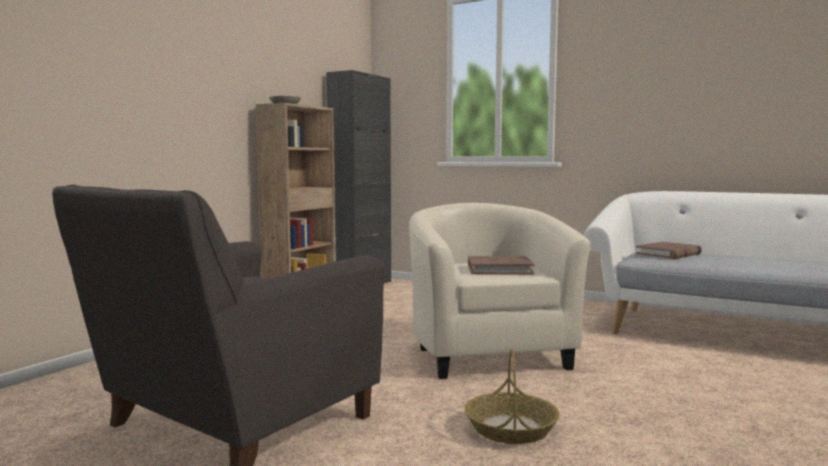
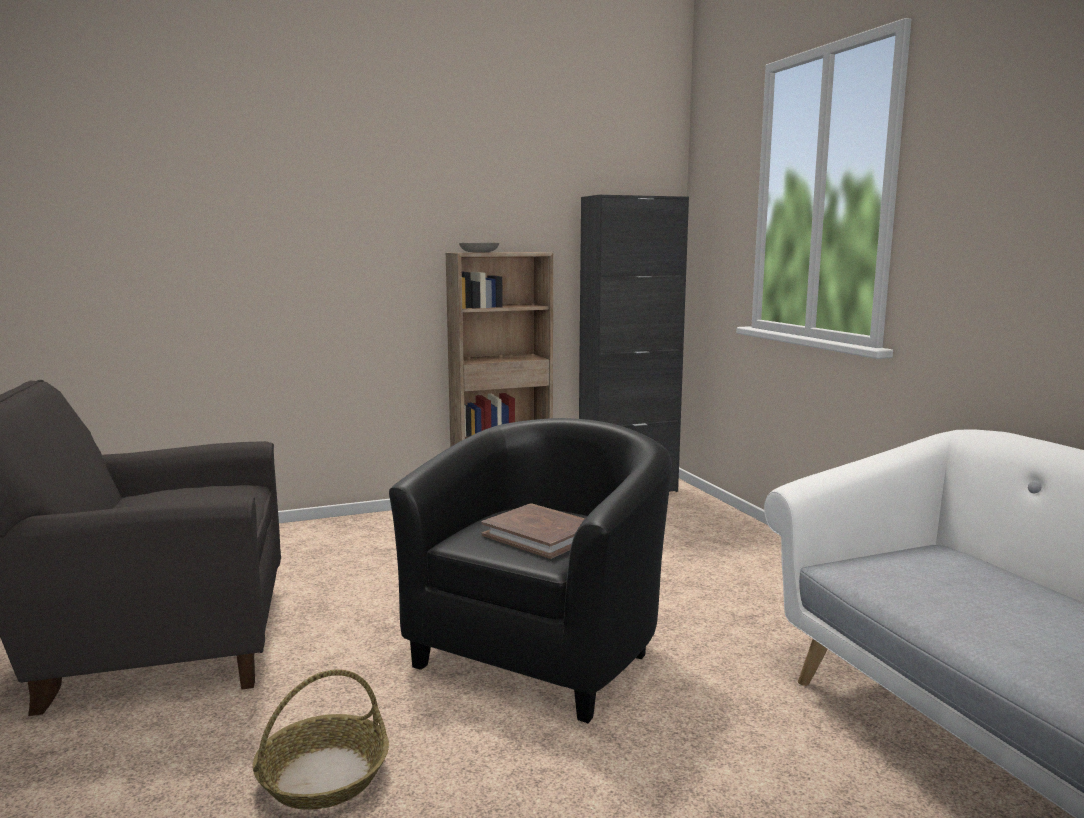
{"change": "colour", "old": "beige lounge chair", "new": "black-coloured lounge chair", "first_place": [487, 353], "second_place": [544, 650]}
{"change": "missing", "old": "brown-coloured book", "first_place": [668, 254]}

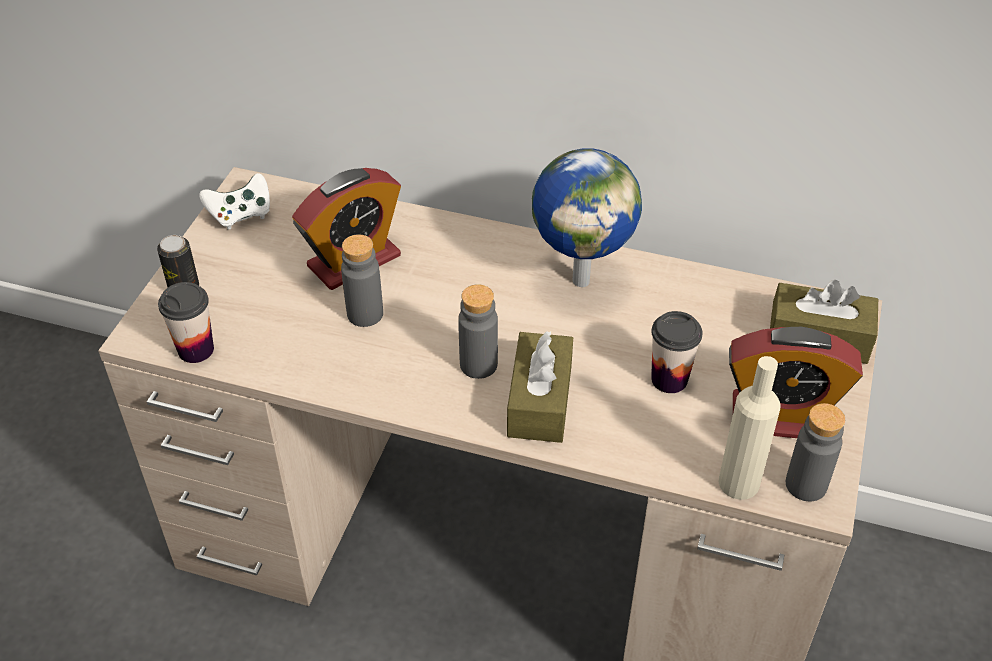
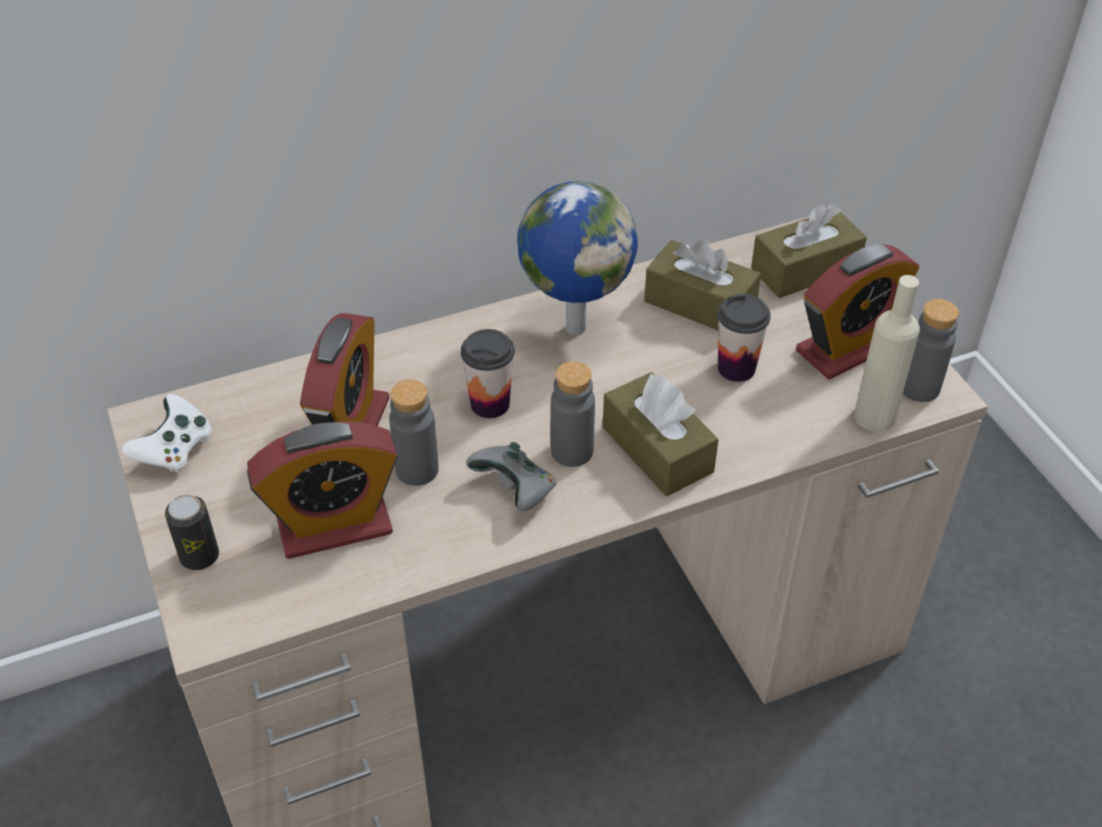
{"change": "relocated", "old": "cup", "first_place": [196, 350], "second_place": [490, 404]}
{"change": "appeared", "new": "alarm clock", "second_place": [334, 525]}
{"change": "appeared", "new": "gray gamepad", "second_place": [515, 490]}
{"change": "appeared", "new": "brown-coloured box of tissues", "second_place": [700, 304]}

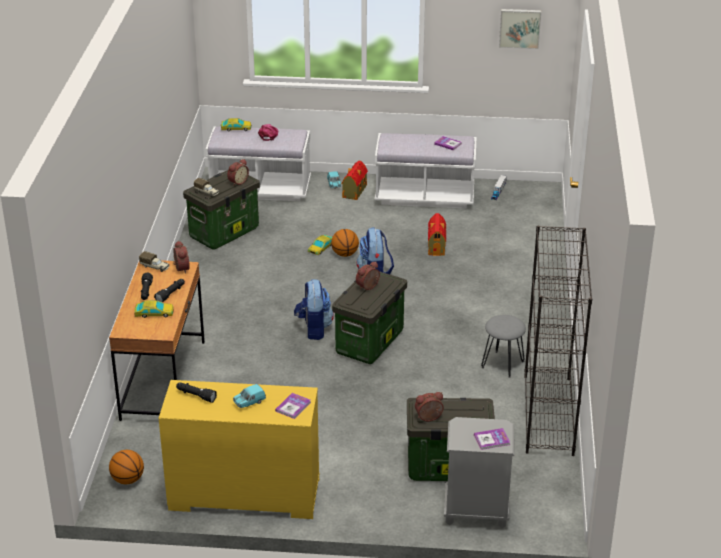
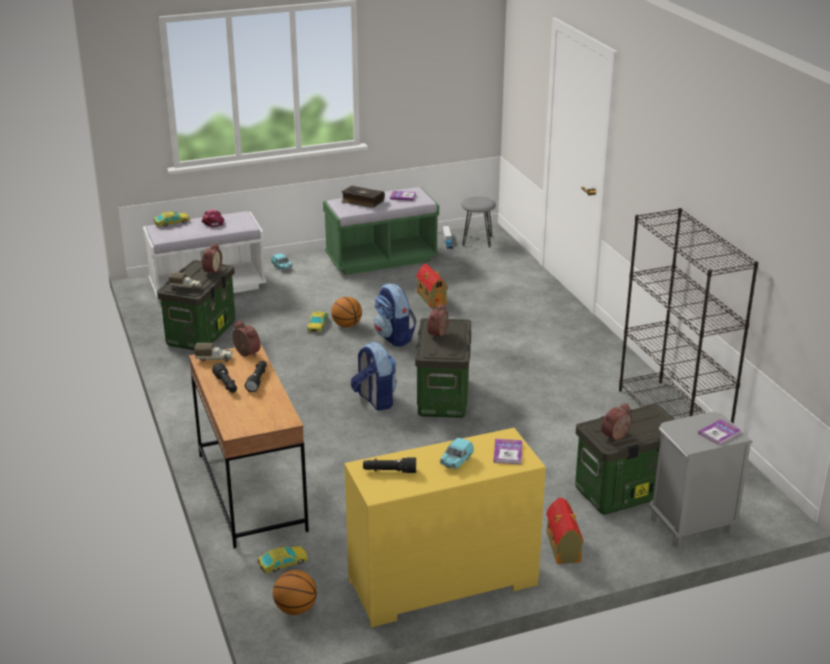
{"change": "relocated", "old": "miniature car", "first_place": [154, 313], "second_place": [283, 563]}
{"change": "relocated", "old": "toy house", "first_place": [354, 192], "second_place": [563, 548]}
{"change": "colour", "old": "white long seat", "new": "green long seat", "first_place": [424, 196], "second_place": [381, 259]}
{"change": "relocated", "old": "gray sitting stool", "first_place": [503, 364], "second_place": [477, 241]}
{"change": "missing", "old": "wall art", "first_place": [519, 28]}
{"change": "appeared", "new": "book", "second_place": [362, 201]}

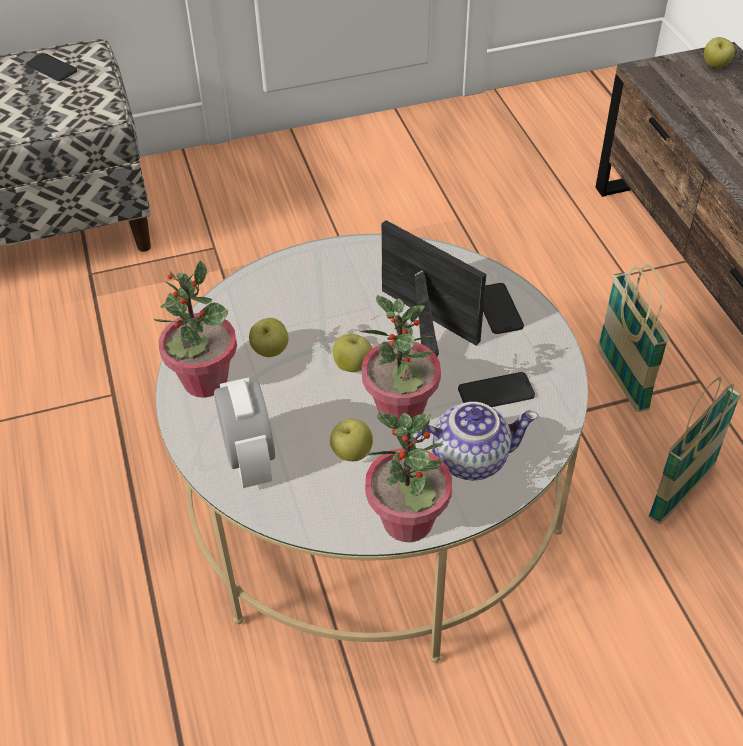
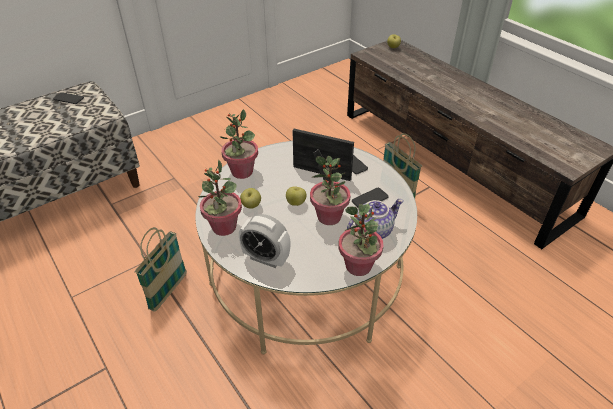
{"change": "spun", "old": "alarm clock", "first_place": [250, 460], "second_place": [266, 258], "degrees": 150}
{"change": "missing", "old": "whole apple", "first_place": [351, 453]}
{"change": "relocated", "old": "storage basket", "first_place": [681, 493], "second_place": [168, 291]}
{"change": "appeared", "new": "potted plant", "second_place": [242, 172]}

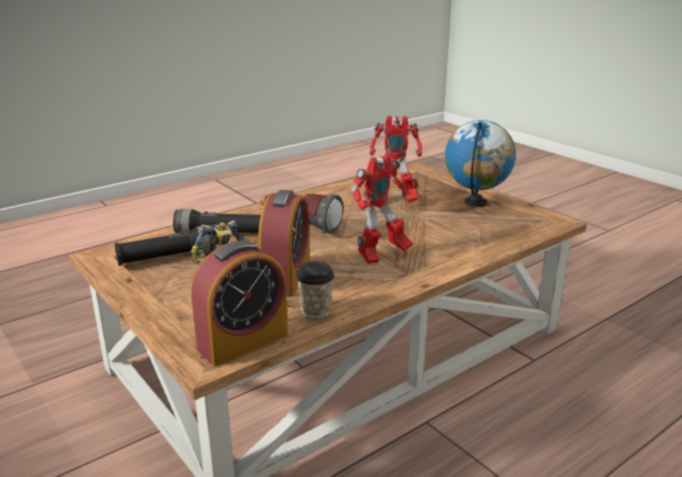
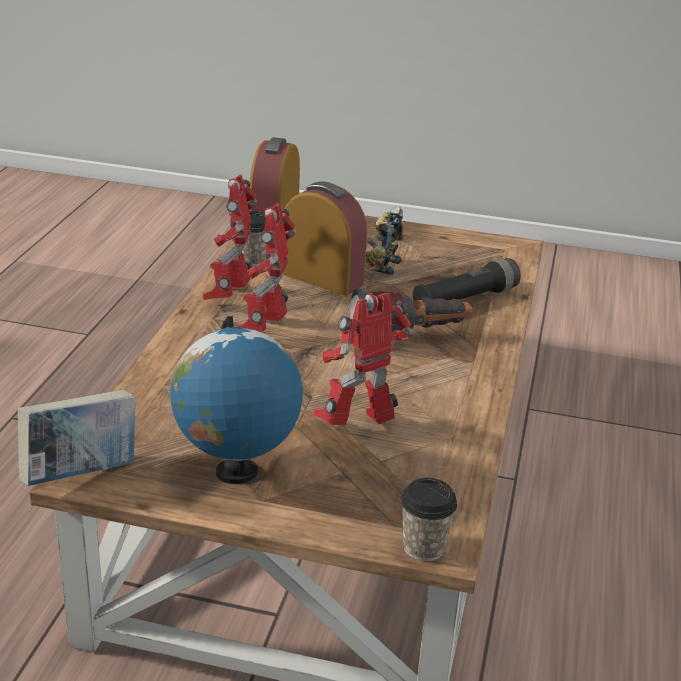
{"change": "missing", "old": "black-coloured torch", "first_place": [168, 258]}
{"change": "spun", "old": "alarm clock", "first_place": [286, 277], "second_place": [322, 278], "degrees": 150}
{"change": "appeared", "new": "book", "second_place": [81, 475]}
{"change": "appeared", "new": "robot figure", "second_place": [230, 296]}
{"change": "appeared", "new": "cup", "second_place": [423, 547]}

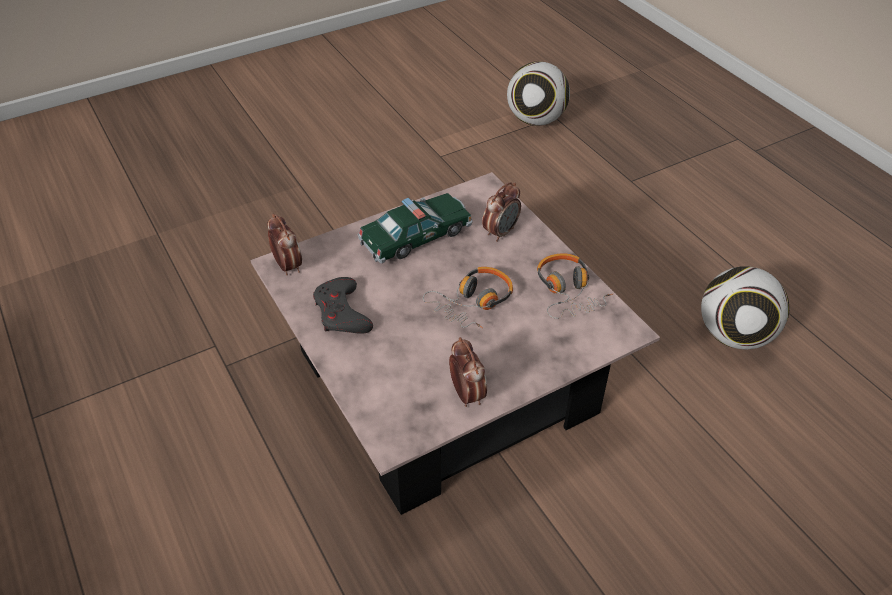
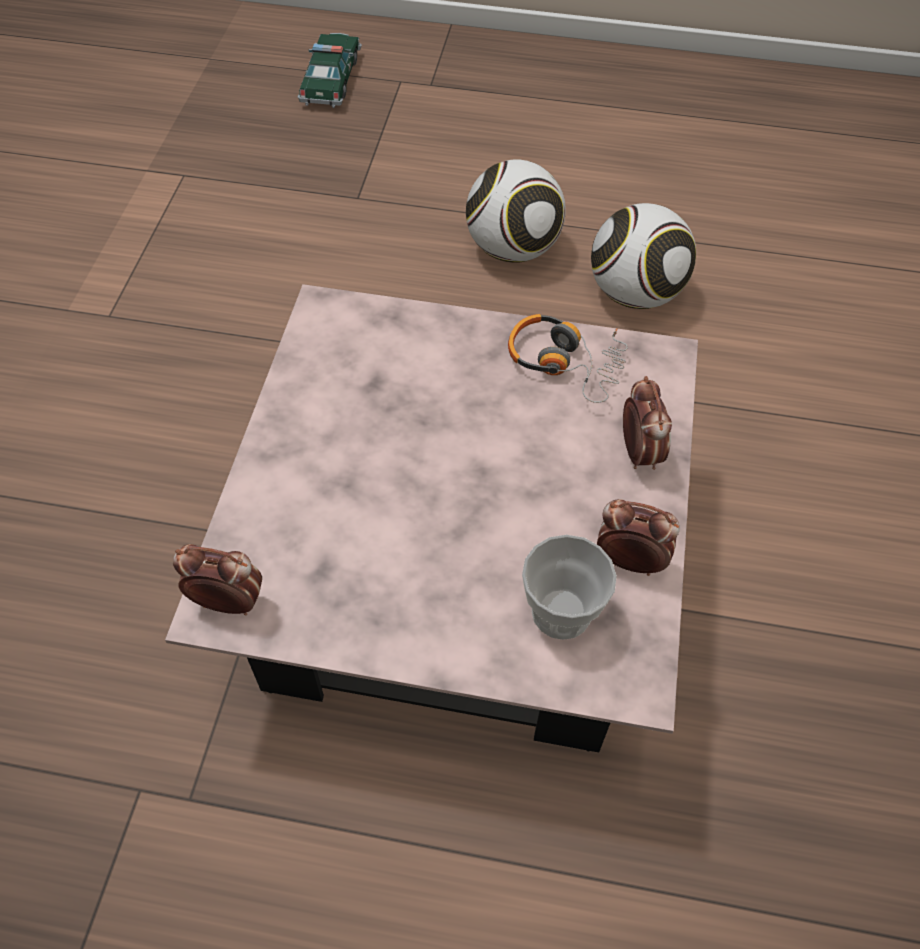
{"change": "missing", "old": "gray gamepad", "first_place": [342, 313]}
{"change": "relocated", "old": "miniature car", "first_place": [416, 237], "second_place": [331, 80]}
{"change": "missing", "old": "headphones", "first_place": [473, 303]}
{"change": "relocated", "old": "alarm clock", "first_place": [500, 232], "second_place": [639, 452]}
{"change": "relocated", "old": "football", "first_place": [536, 120], "second_place": [513, 249]}
{"change": "appeared", "new": "cup", "second_place": [561, 612]}

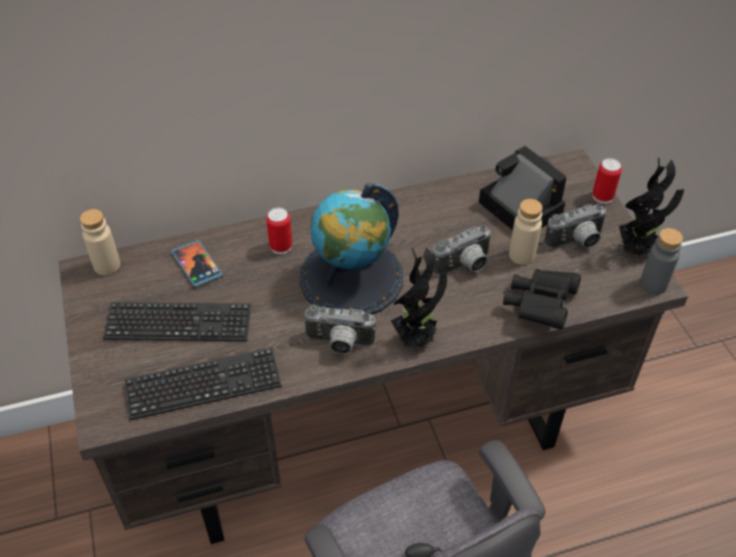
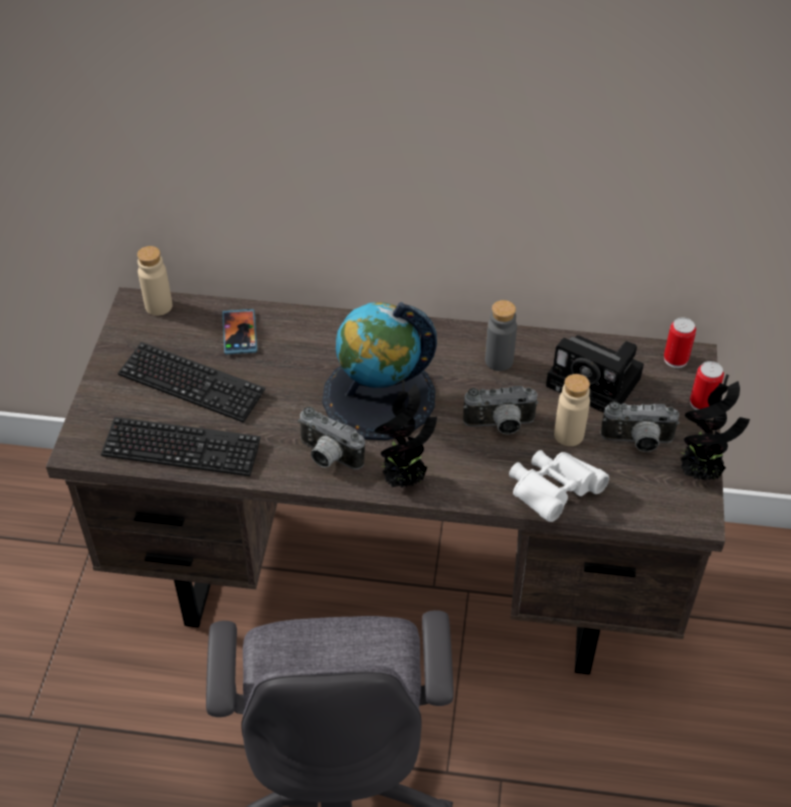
{"change": "relocated", "old": "sealed can", "first_place": [281, 246], "second_place": [675, 359]}
{"change": "spun", "old": "photo camera", "first_place": [517, 207], "second_place": [597, 383], "degrees": 135}
{"change": "colour", "old": "black-coloured binoculars", "new": "white binoculars", "first_place": [539, 306], "second_place": [552, 493]}
{"change": "relocated", "old": "gray bottle", "first_place": [653, 284], "second_place": [499, 361]}

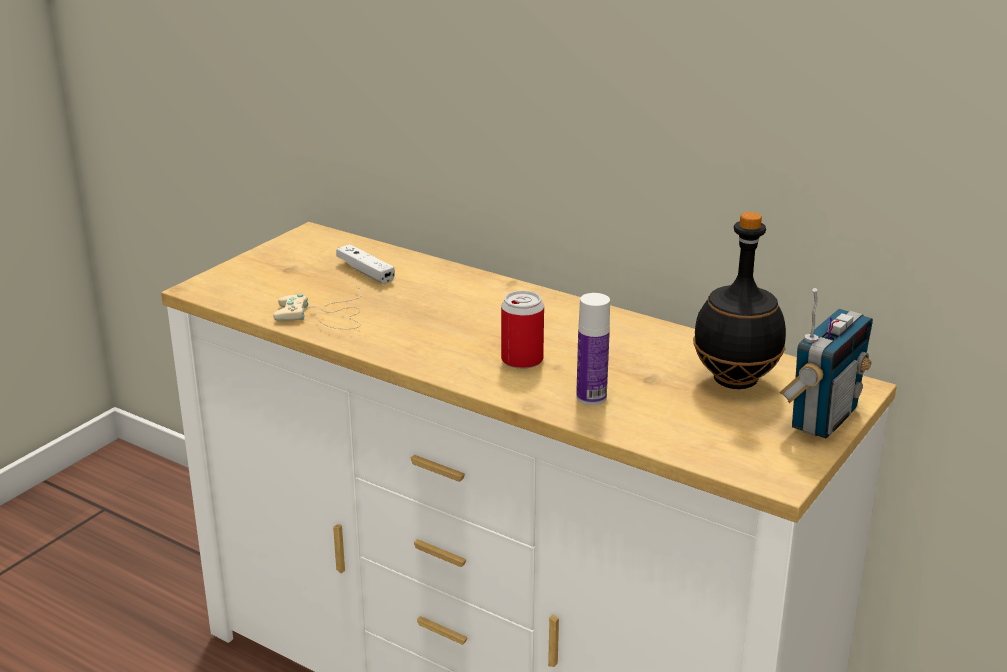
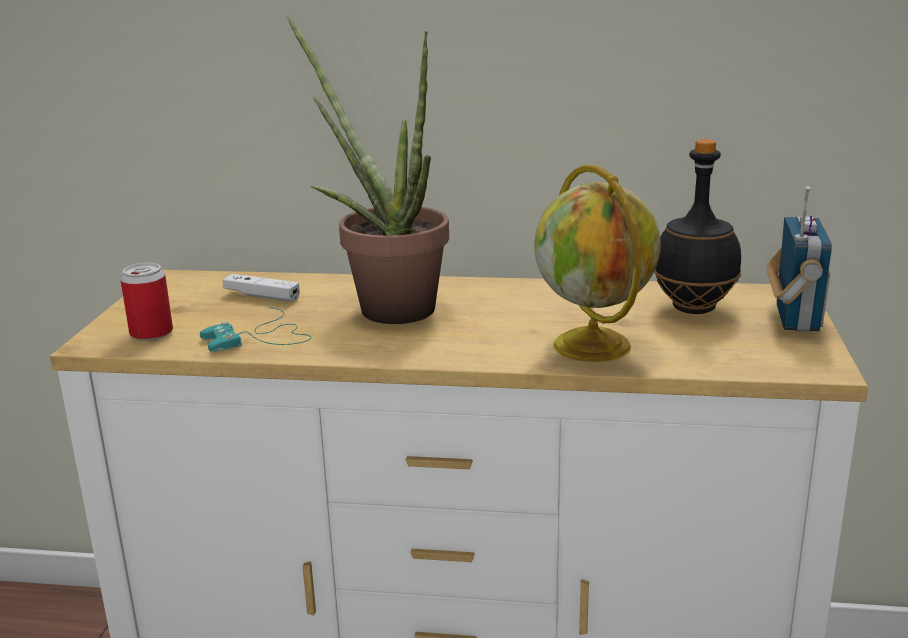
{"change": "colour", "old": "beige gamepad", "new": "turquoise-coloured gamepad", "first_place": [325, 316], "second_place": [261, 338]}
{"change": "relocated", "old": "sealed can", "first_place": [522, 360], "second_place": [151, 333]}
{"change": "exchanged", "old": "bottle", "new": "globe", "first_place": [591, 397], "second_place": [594, 346]}
{"change": "appeared", "new": "potted plant", "second_place": [385, 306]}

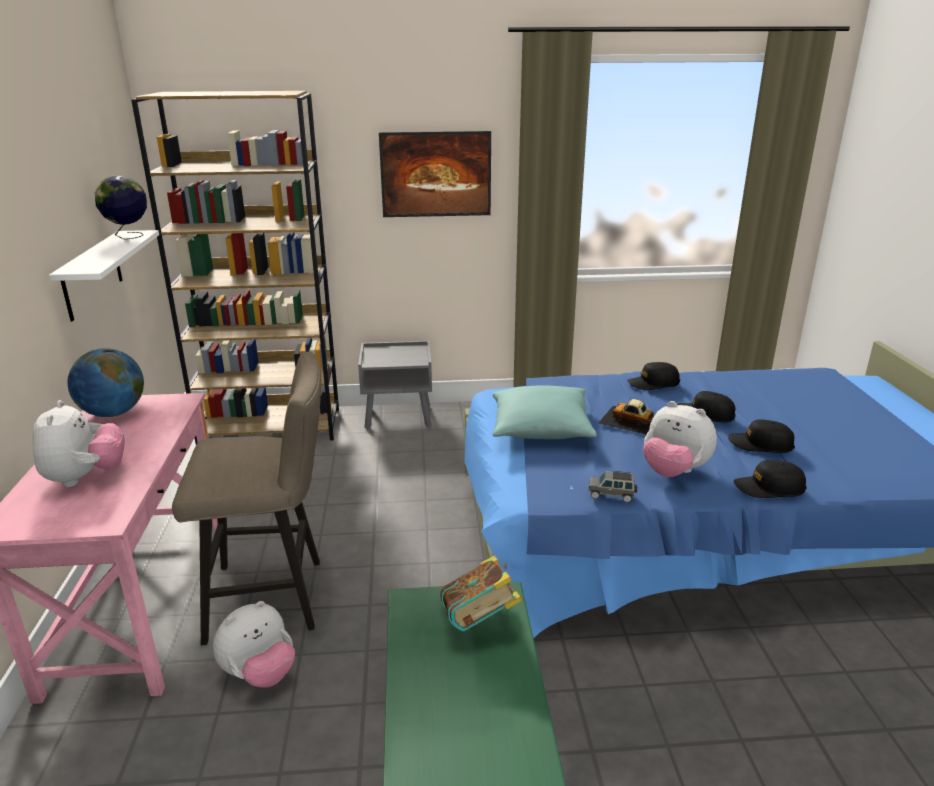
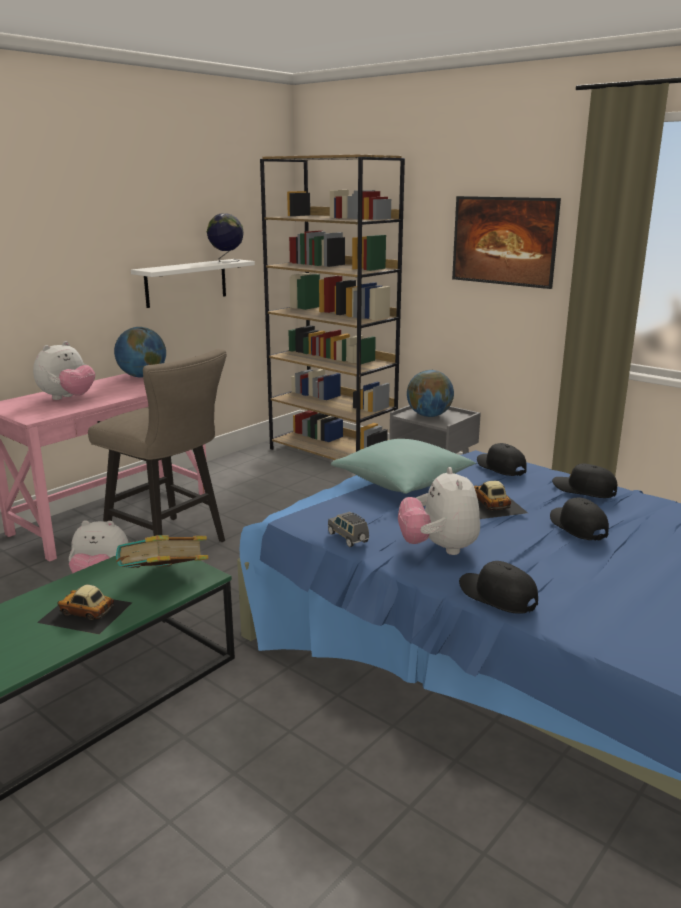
{"change": "relocated", "old": "black-coloured cap", "first_place": [760, 444], "second_place": [500, 467]}
{"change": "appeared", "new": "miniature car", "second_place": [85, 612]}
{"change": "appeared", "new": "globe", "second_place": [429, 415]}

